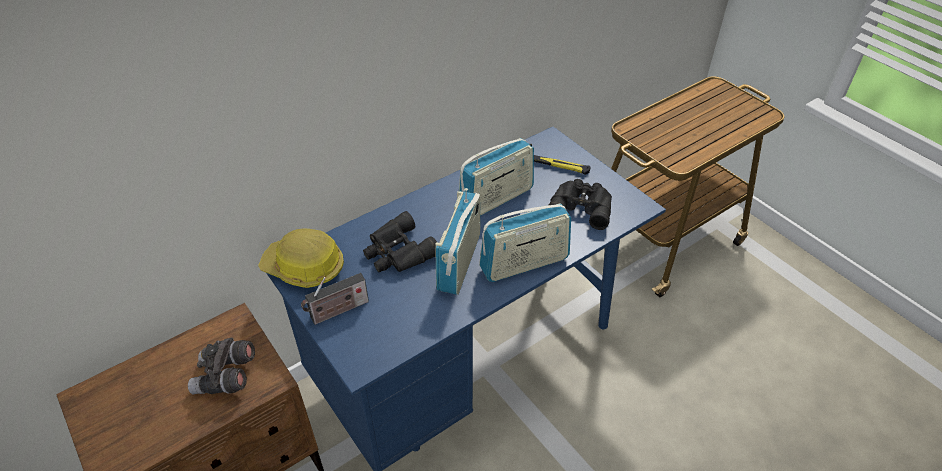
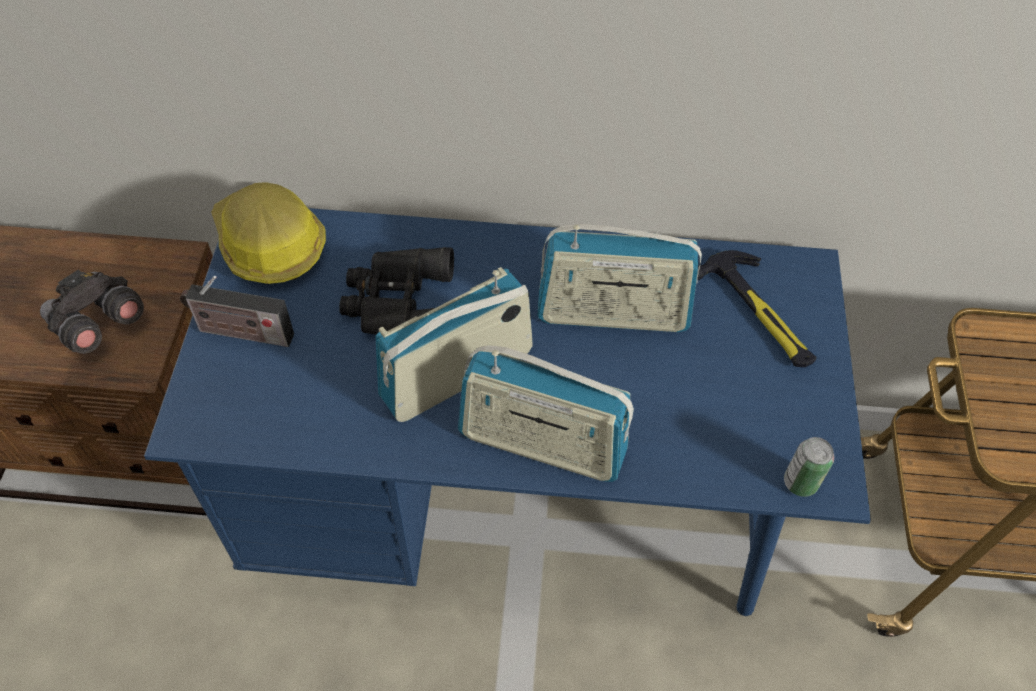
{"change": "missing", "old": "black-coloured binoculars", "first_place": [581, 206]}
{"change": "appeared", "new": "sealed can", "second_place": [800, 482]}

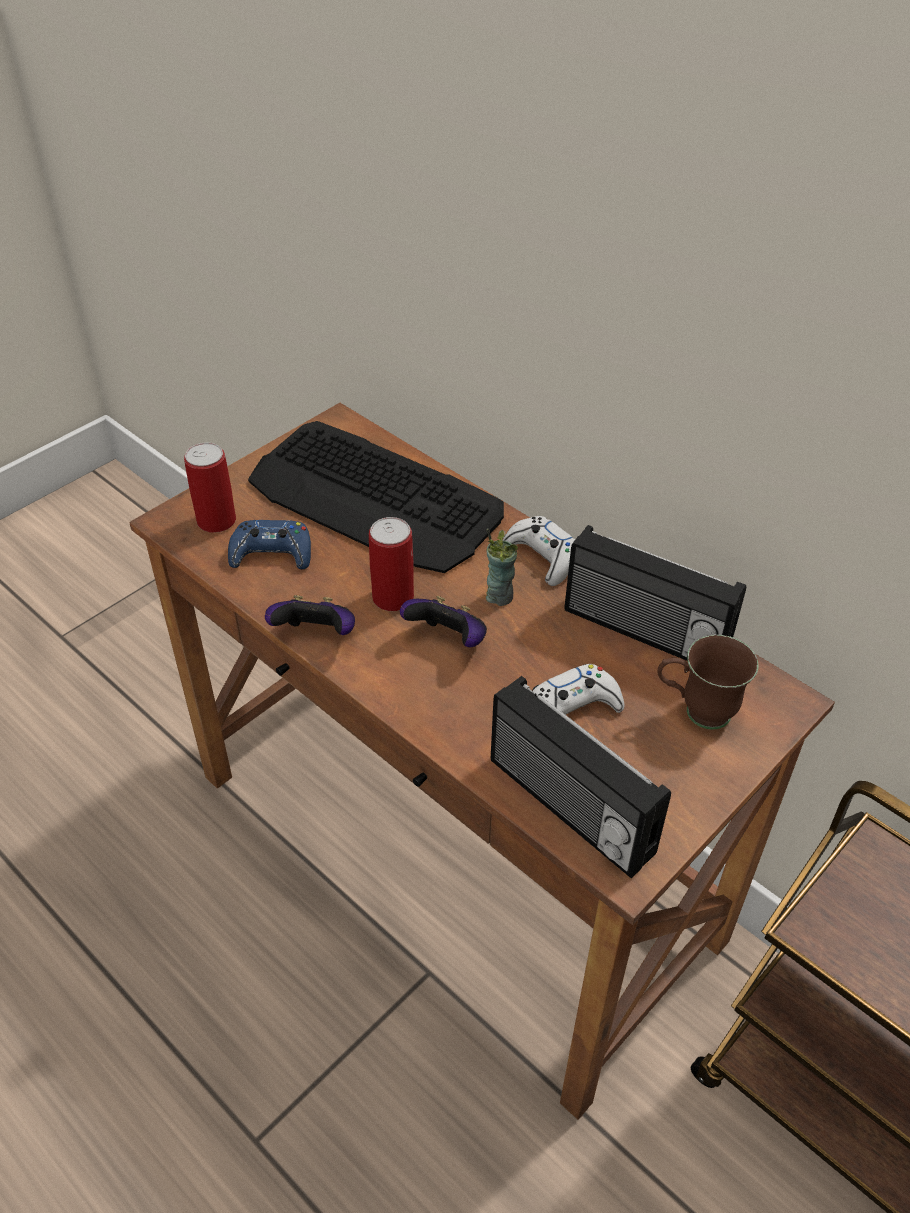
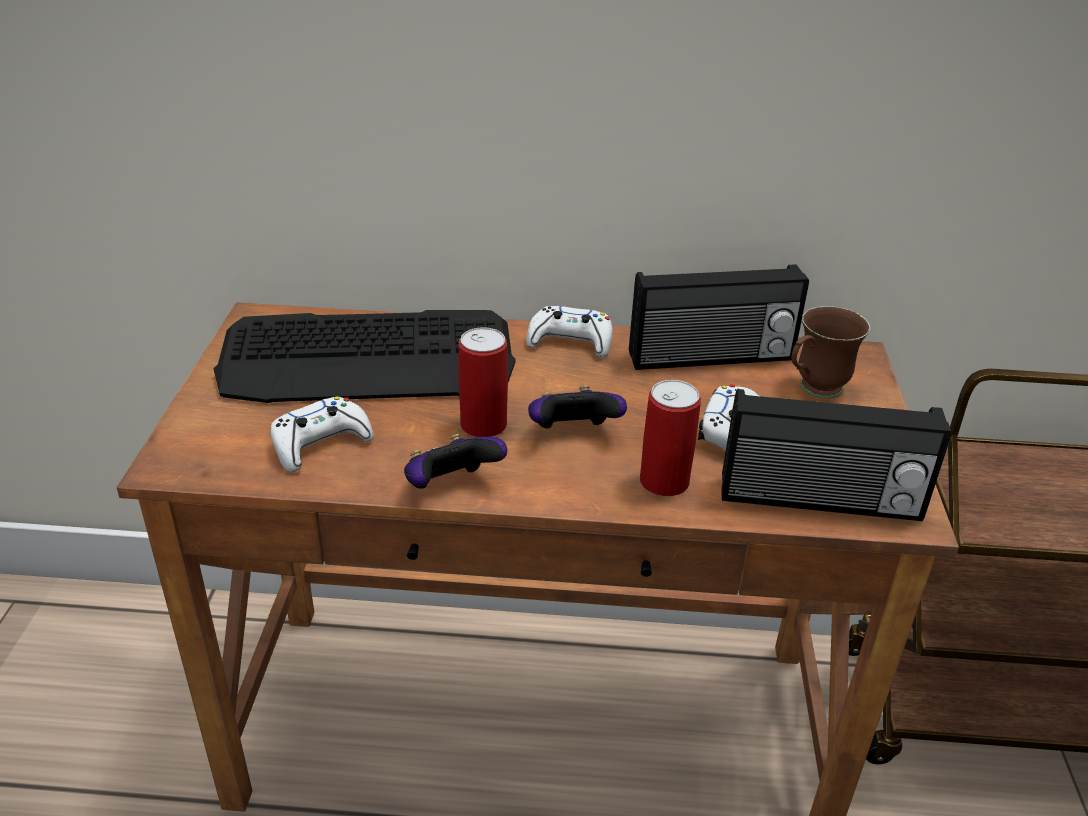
{"change": "relocated", "old": "sealed can", "first_place": [216, 520], "second_place": [664, 481]}
{"change": "colour", "old": "blue gamepad", "new": "white gamepad", "first_place": [272, 553], "second_place": [320, 443]}
{"change": "missing", "old": "cup", "first_place": [499, 596]}

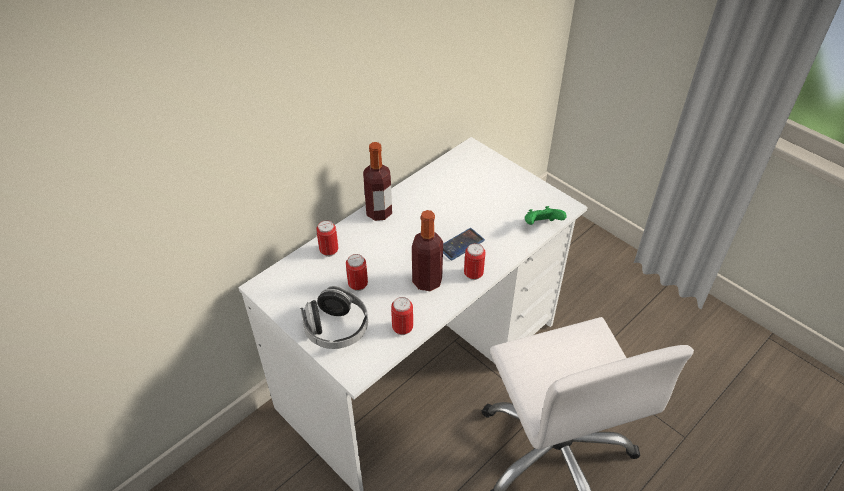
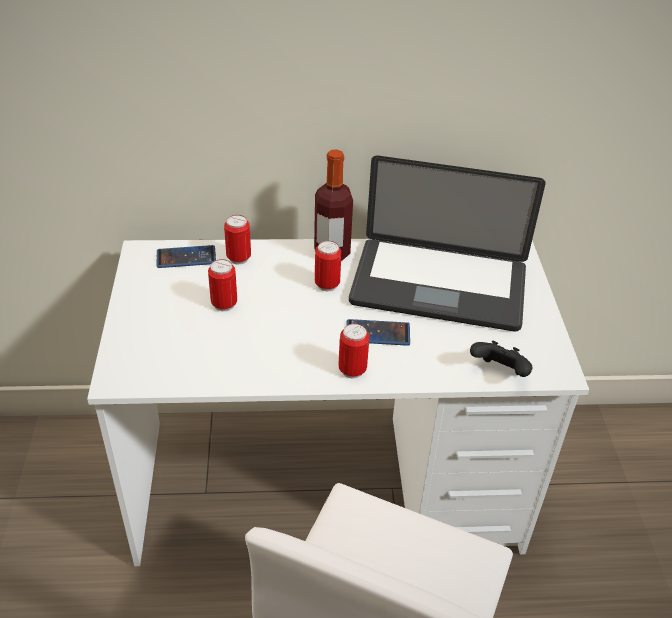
{"change": "missing", "old": "headphones", "first_place": [336, 329]}
{"change": "relocated", "old": "sealed can", "first_place": [402, 328], "second_place": [327, 285]}
{"change": "missing", "old": "bottle", "first_place": [427, 281]}
{"change": "colour", "old": "green gamepad", "new": "black-coloured gamepad", "first_place": [541, 225], "second_place": [499, 372]}
{"change": "appeared", "new": "handset", "second_place": [186, 257]}
{"change": "appeared", "new": "laptop", "second_place": [438, 286]}

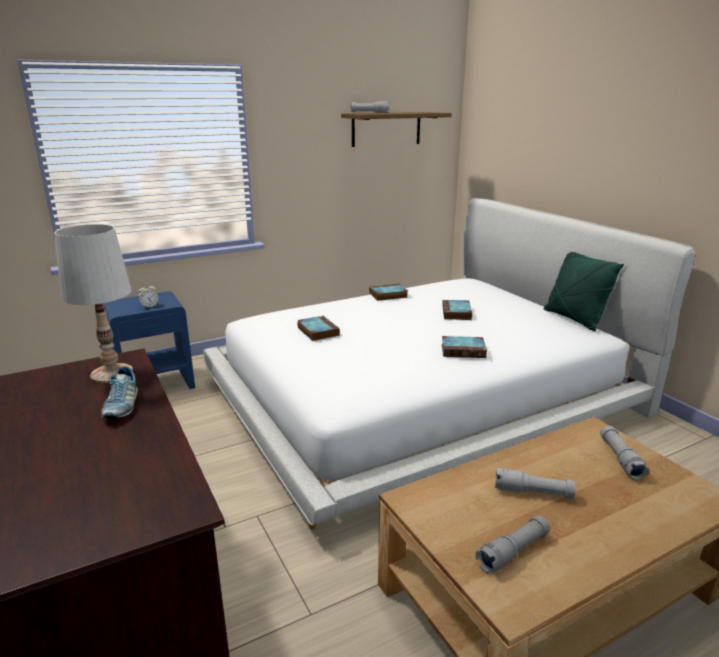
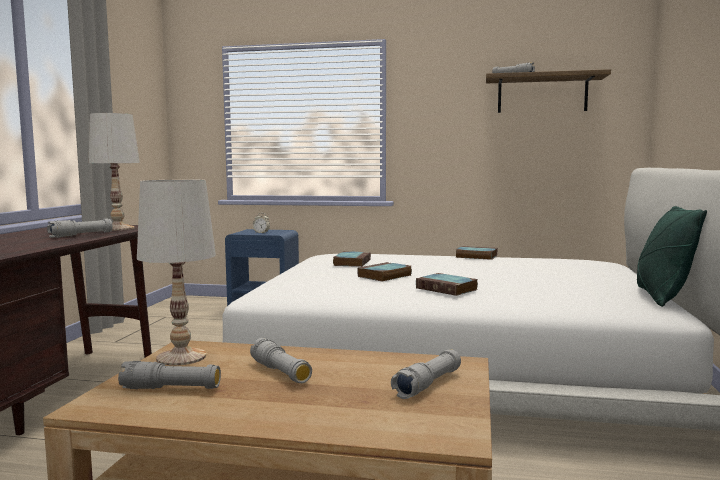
{"change": "exchanged", "old": "item of footwear", "new": "gray torch", "first_place": [121, 406], "second_place": [81, 235]}
{"change": "relocated", "old": "book", "first_place": [457, 313], "second_place": [384, 276]}
{"change": "appeared", "new": "white tabletop lamp", "second_place": [181, 357]}

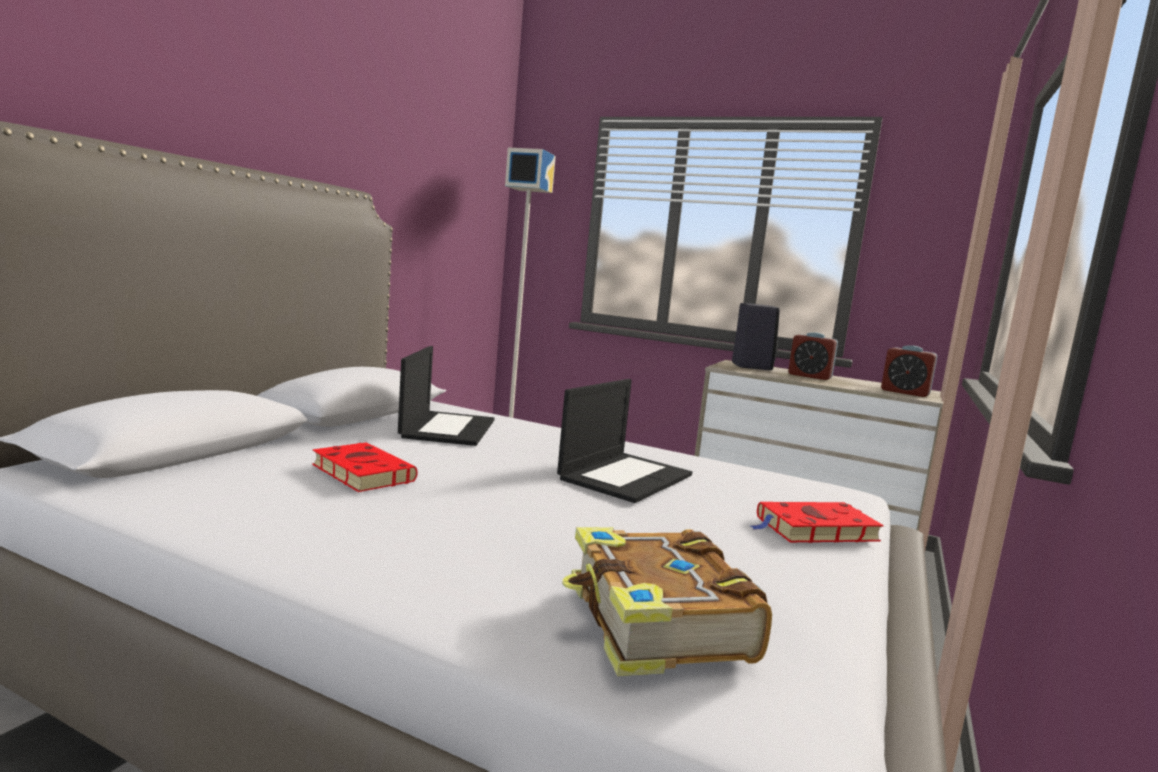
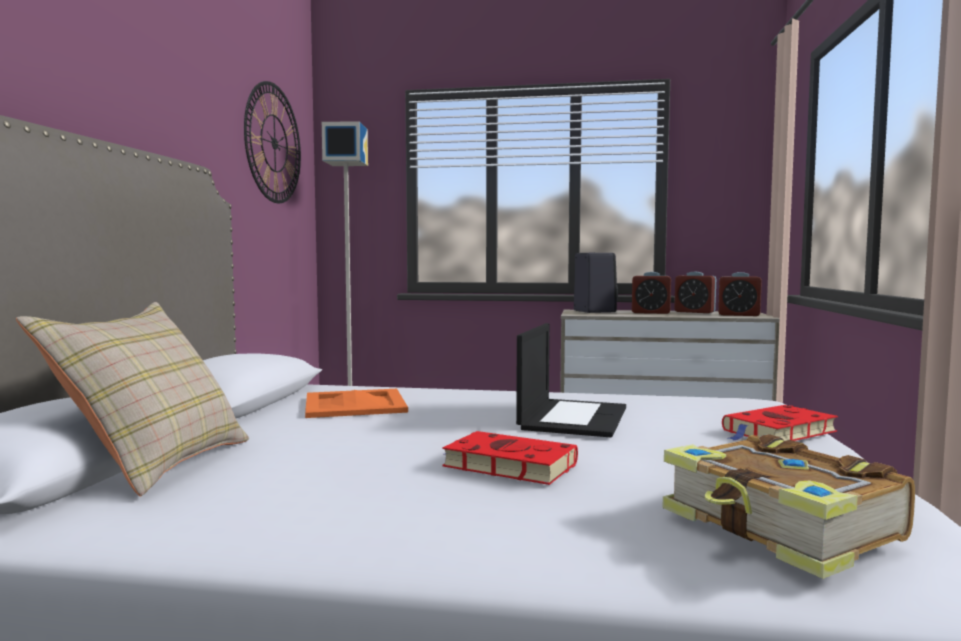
{"change": "relocated", "old": "reddish book", "first_place": [361, 472], "second_place": [506, 465]}
{"change": "exchanged", "old": "laptop", "new": "orange-coloured serving tray", "first_place": [447, 428], "second_place": [354, 404]}
{"change": "appeared", "new": "beige cushion", "second_place": [154, 464]}
{"change": "appeared", "new": "wall clock", "second_place": [274, 143]}
{"change": "appeared", "new": "alarm clock", "second_place": [694, 312]}

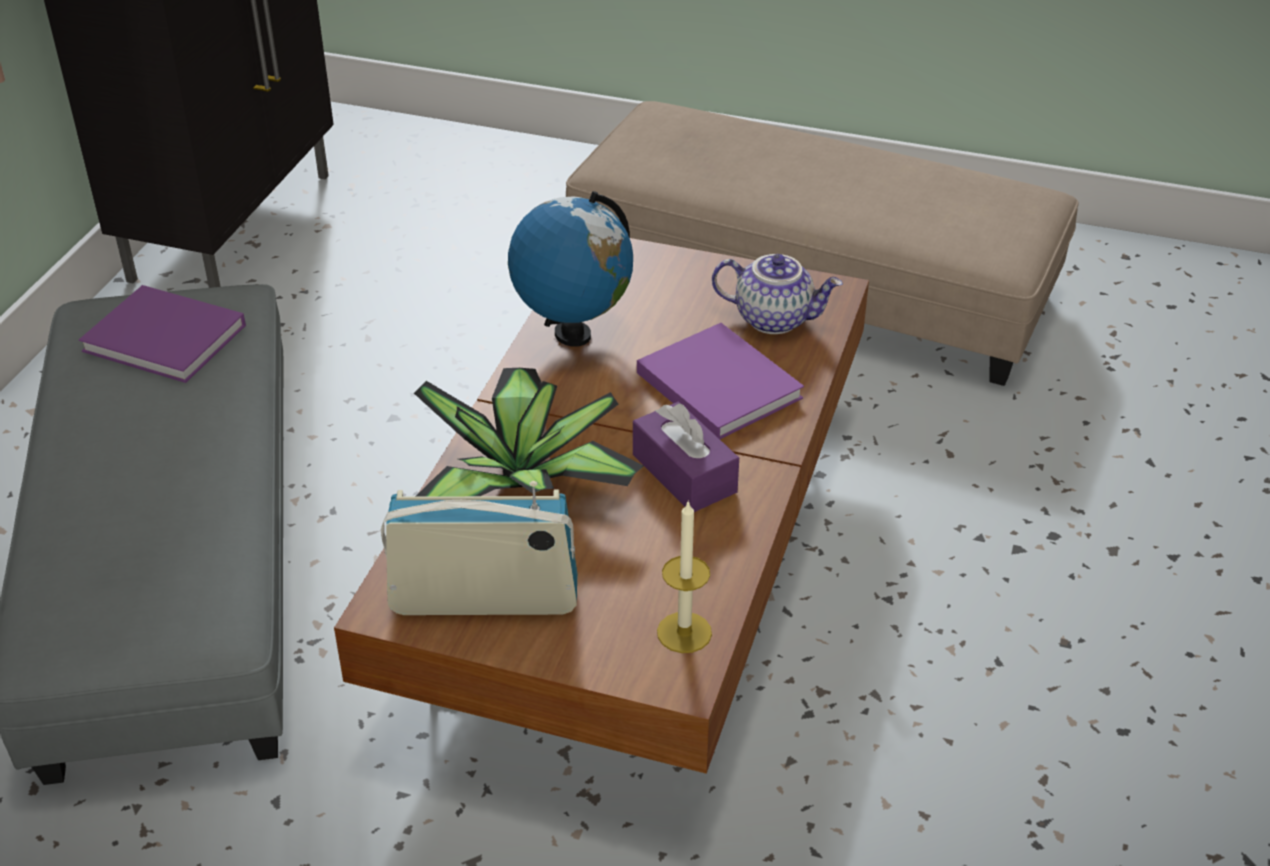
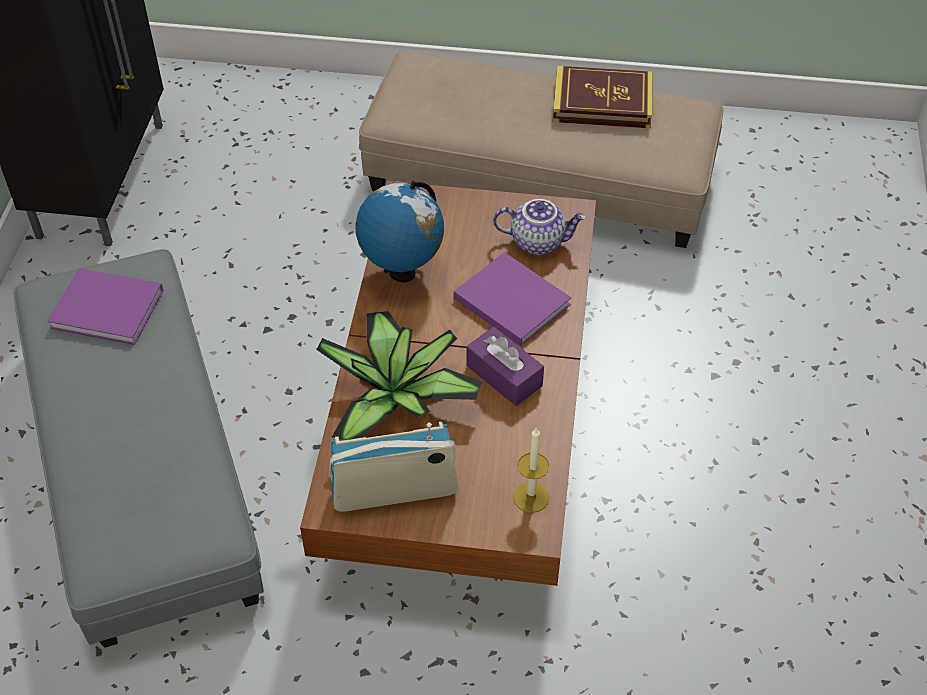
{"change": "appeared", "new": "book", "second_place": [602, 103]}

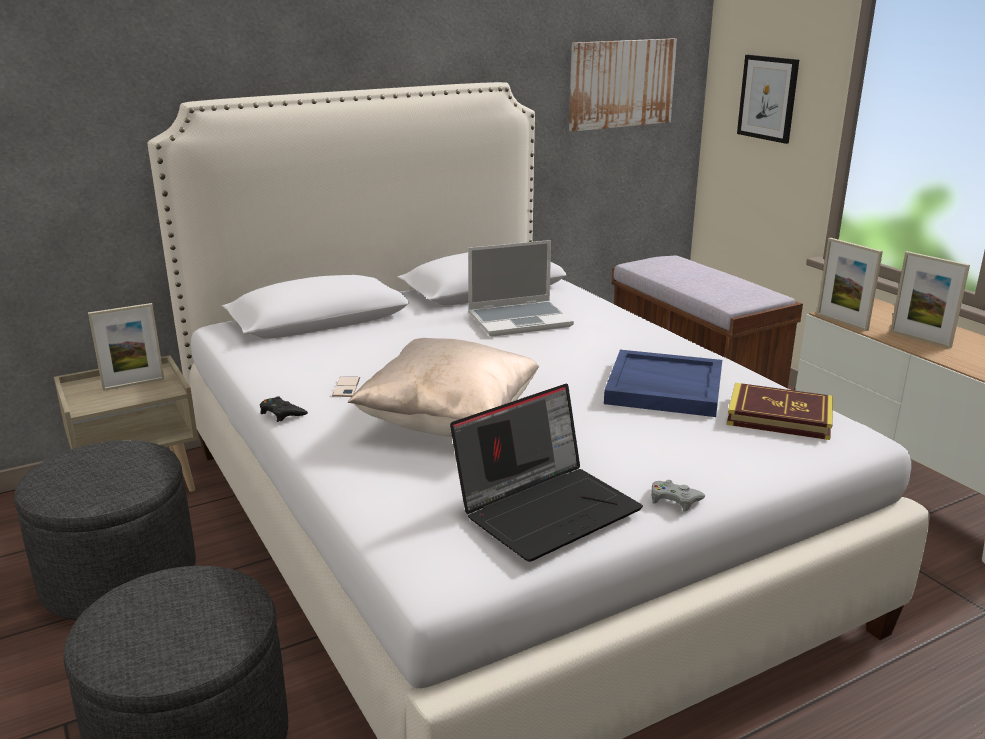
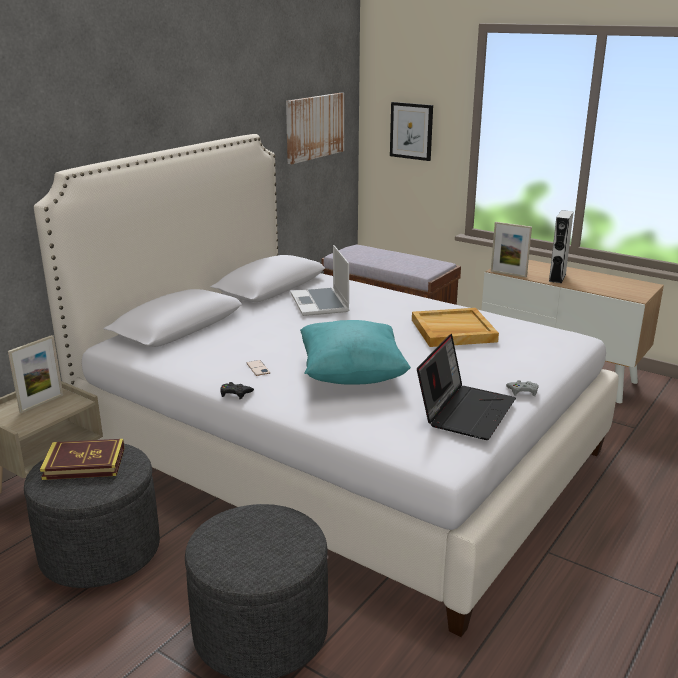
{"change": "colour", "old": "beige cushion", "new": "turquoise-coloured cushion", "first_place": [449, 421], "second_place": [351, 376]}
{"change": "spun", "old": "laptop", "first_place": [520, 320], "second_place": [320, 303], "degrees": 120}
{"change": "colour", "old": "blue serving tray", "new": "beige serving tray", "first_place": [663, 388], "second_place": [452, 331]}
{"change": "relocated", "old": "book", "first_place": [779, 417], "second_place": [84, 463]}
{"change": "exchanged", "old": "picture frame", "new": "gray audio speaker", "first_place": [920, 339], "second_place": [557, 277]}

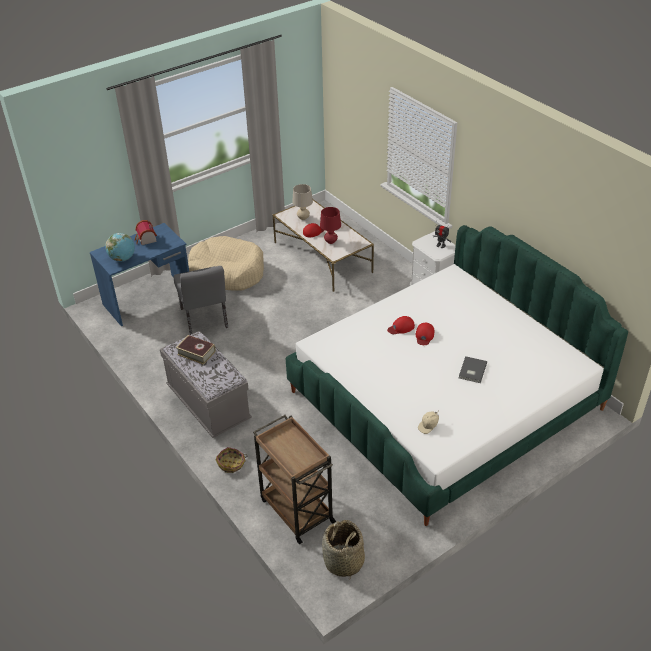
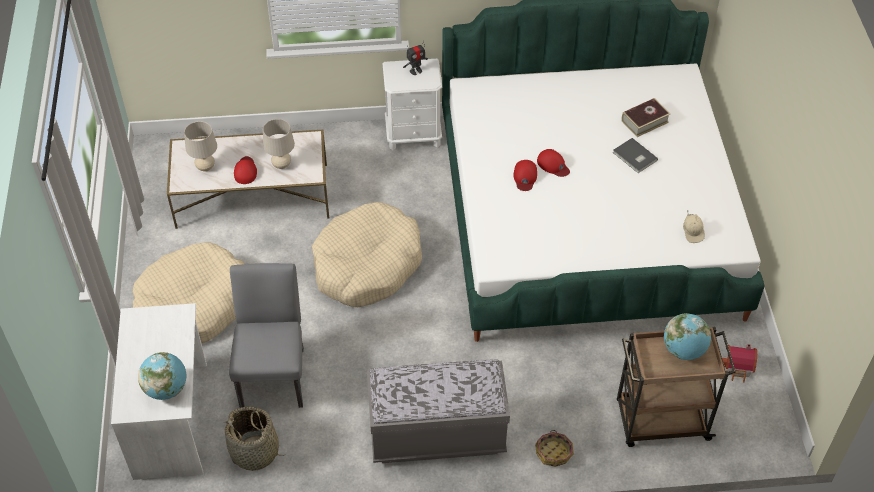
{"change": "colour", "old": "blue desk unit", "new": "white desk unit", "first_place": [148, 300], "second_place": [173, 419]}
{"change": "relocated", "old": "toy house", "first_place": [146, 240], "second_place": [738, 368]}
{"change": "spun", "old": "gray plain chair", "first_place": [205, 321], "second_place": [273, 372], "degrees": -105}
{"change": "relocated", "old": "book", "first_place": [196, 353], "second_place": [644, 121]}
{"change": "colour", "old": "reddish tabletop lamp", "new": "beige tabletop lamp", "first_place": [330, 241], "second_place": [281, 165]}
{"change": "relocated", "old": "storage basket", "first_place": [343, 562], "second_place": [255, 452]}
{"change": "appeared", "new": "beige pet bed", "second_place": [367, 265]}
{"change": "appeared", "new": "globe", "second_place": [683, 350]}

